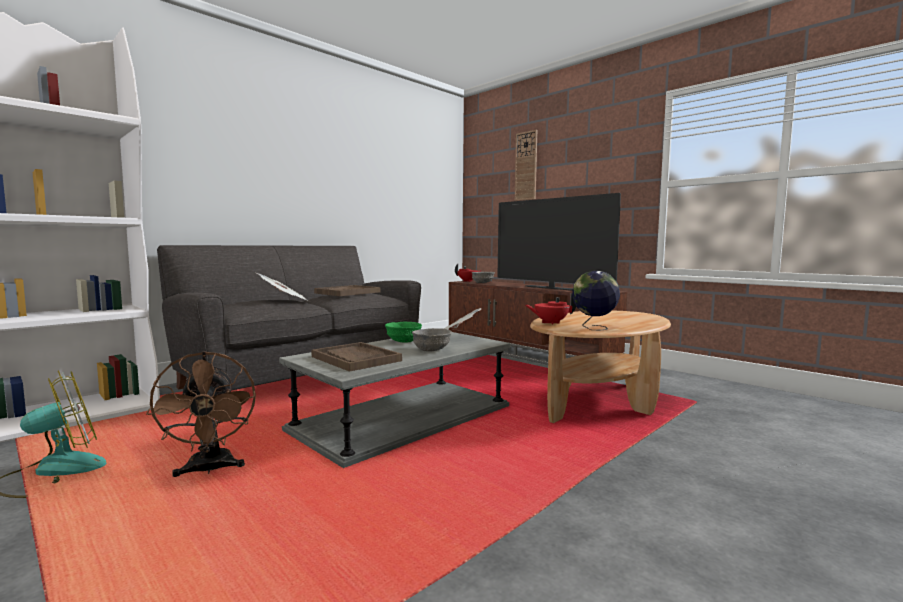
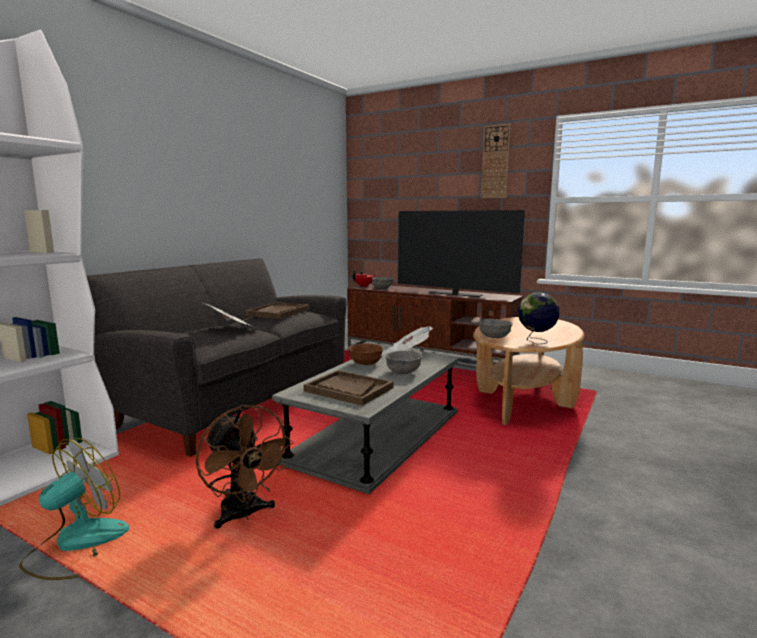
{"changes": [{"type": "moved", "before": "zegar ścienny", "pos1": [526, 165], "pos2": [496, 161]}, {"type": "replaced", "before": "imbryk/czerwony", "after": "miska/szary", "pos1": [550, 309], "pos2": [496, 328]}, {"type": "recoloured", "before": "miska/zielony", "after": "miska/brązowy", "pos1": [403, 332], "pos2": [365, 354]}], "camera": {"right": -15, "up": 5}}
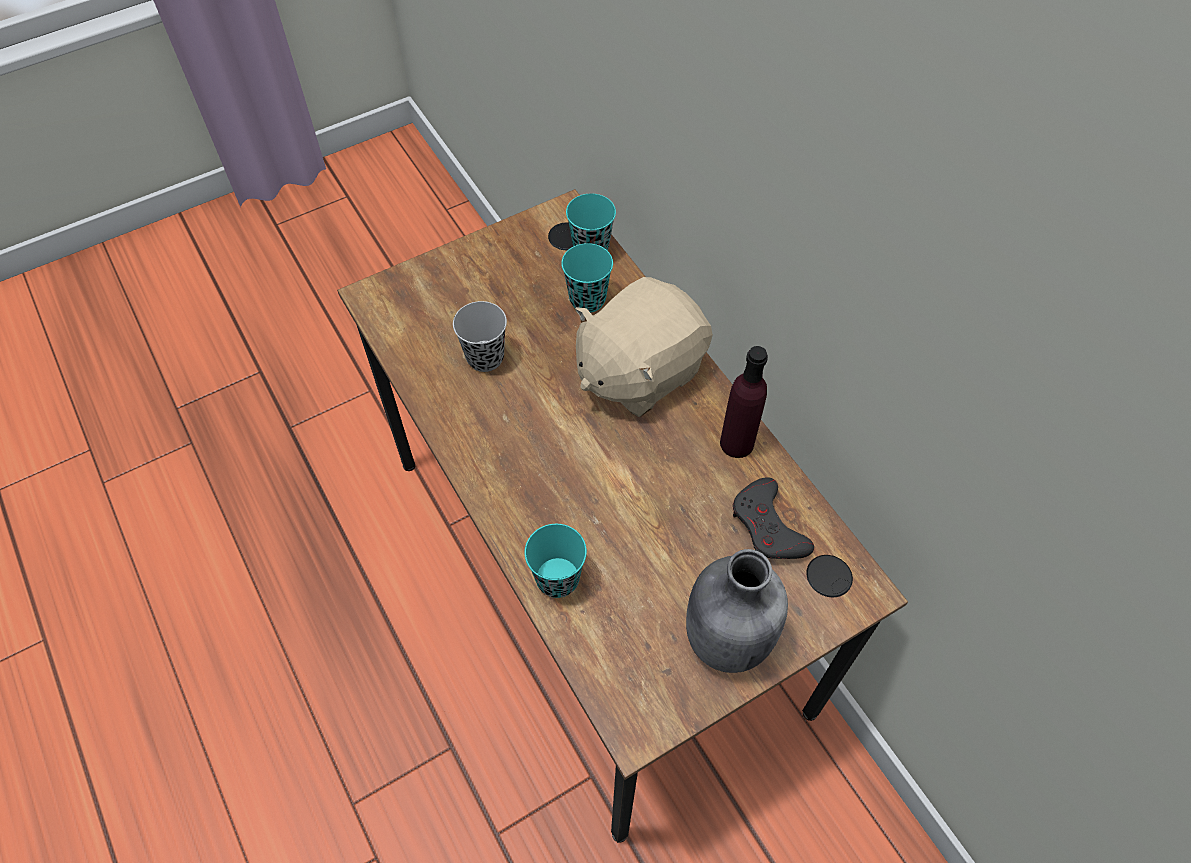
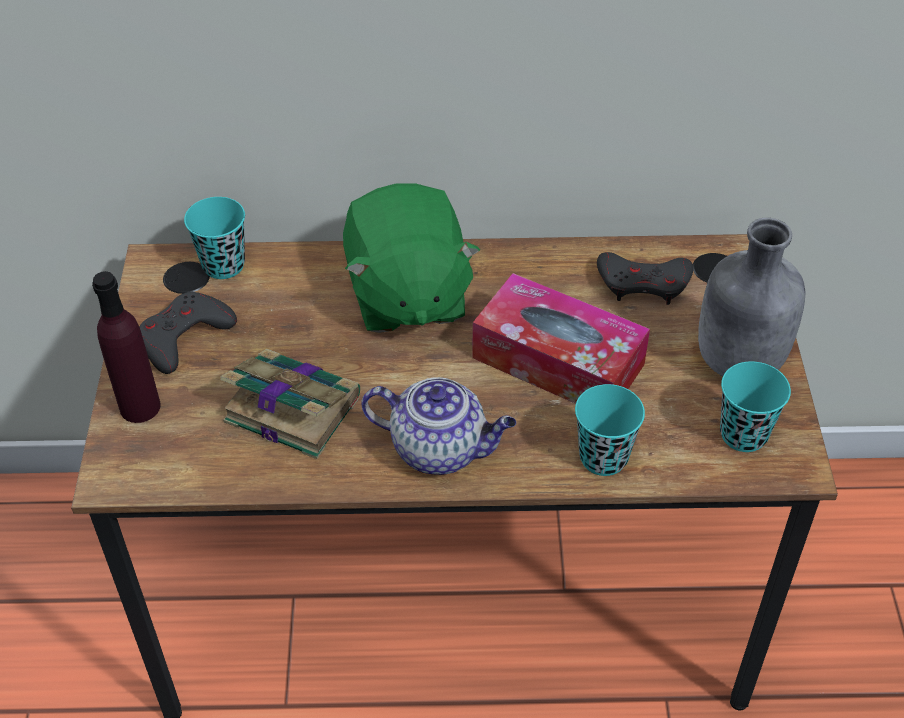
{"changes": [{"type": "added", "after": "pad do gier/szary", "pos2": [188, 333]}, {"type": "added", "after": "imbryk", "pos2": [439, 426]}, {"type": "added", "after": "pudełko chusteczek", "pos2": [561, 338]}, {"type": "moved", "before": "filiżanka/turkusowy", "pos1": [587, 278], "pos2": [755, 406]}, {"type": "moved", "before": "butelka/fioletowy", "pos1": [744, 402], "pos2": [126, 347]}, {"type": "replaced", "before": "filiżanka/czarny", "after": "książka", "pos1": [480, 336], "pos2": [290, 404]}, {"type": "recoloured", "before": "pluszak/beżowy", "after": "pluszak/zielony", "pos1": [644, 347], "pos2": [411, 258]}], "camera": {"right": -60, "up": -10}}
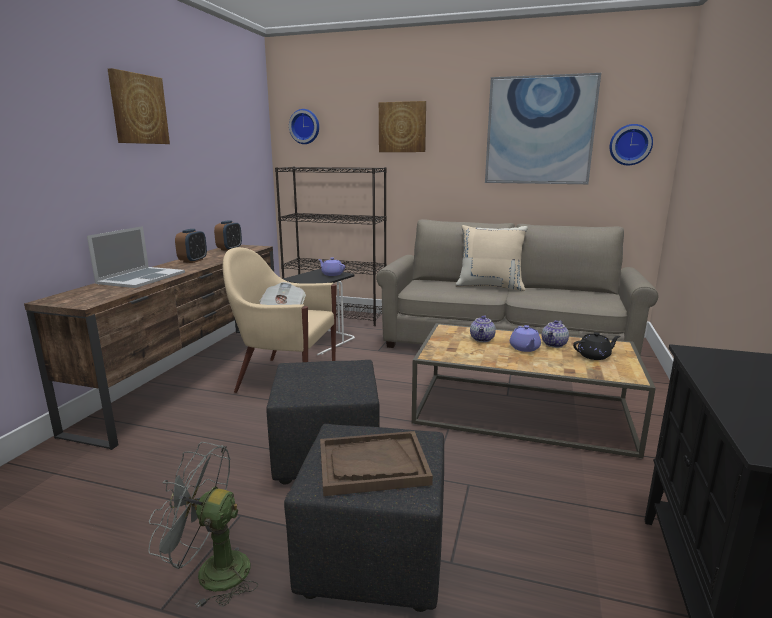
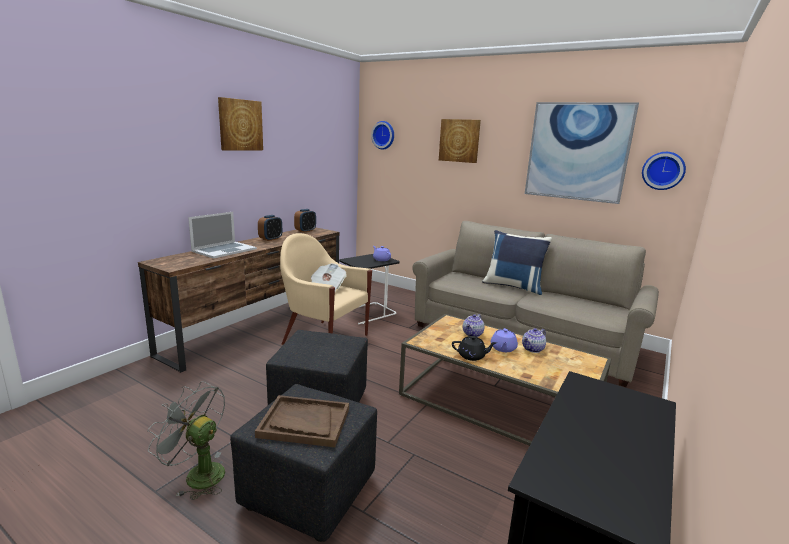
{"changes": [{"type": "removed", "before": "regał/czarny", "pos1": [331, 246]}, {"type": "moved", "before": "imbryk/czarny", "pos1": [596, 346], "pos2": [474, 348]}, {"type": "recoloured", "before": "poduszka/beżowy", "after": "poduszka/niebieski", "pos1": [491, 258], "pos2": [517, 262]}], "camera": {"right": 15, "up": 0}}
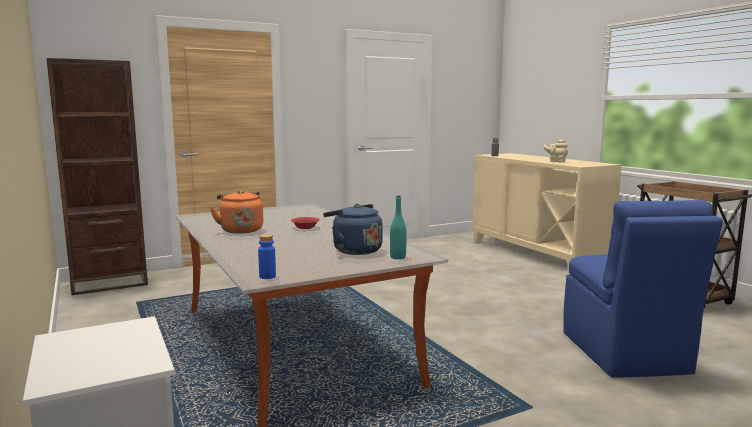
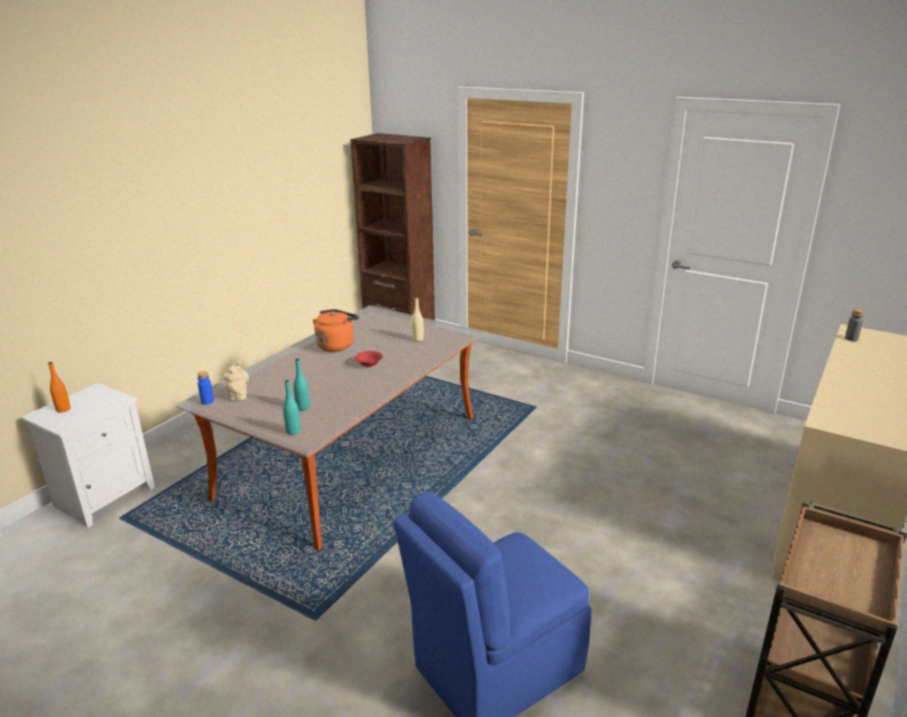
{"changes": [{"type": "added", "after": "butelka/pomarańczowy", "pos2": [59, 387]}, {"type": "added", "after": "butelka/beżowy", "pos2": [418, 319]}, {"type": "moved", "before": "imbryk/beżowy", "pos1": [556, 151], "pos2": [236, 381]}, {"type": "replaced", "before": "czajnik/niebieski", "after": "butelka/turkusowy", "pos1": [353, 229], "pos2": [301, 385]}], "camera": {"right": 60, "up": 15}}
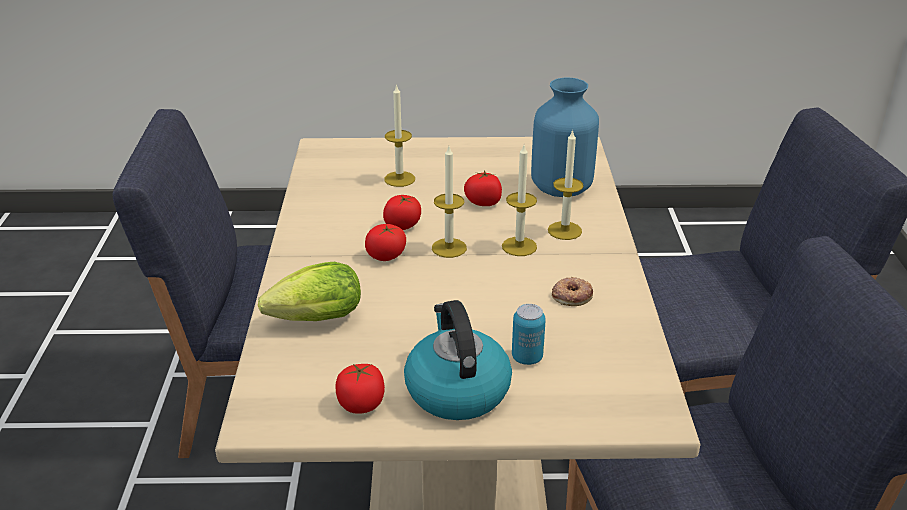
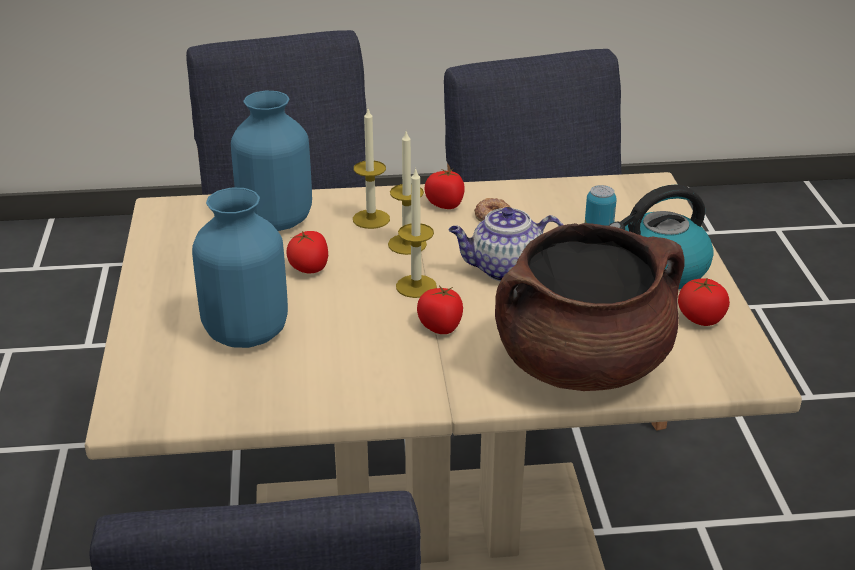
{"changes": [{"type": "added", "after": "imbryk", "pos2": [506, 244]}, {"type": "moved", "before": "pomidor", "pos1": [402, 212], "pos2": [445, 189]}, {"type": "replaced", "before": "sałata", "after": "garnek/brązowy", "pos1": [309, 291], "pos2": [590, 307]}, {"type": "replaced", "before": "świeca", "after": "wazon/niebieski", "pos1": [399, 135], "pos2": [240, 268]}], "camera": {"right": -95, "up": 0}}
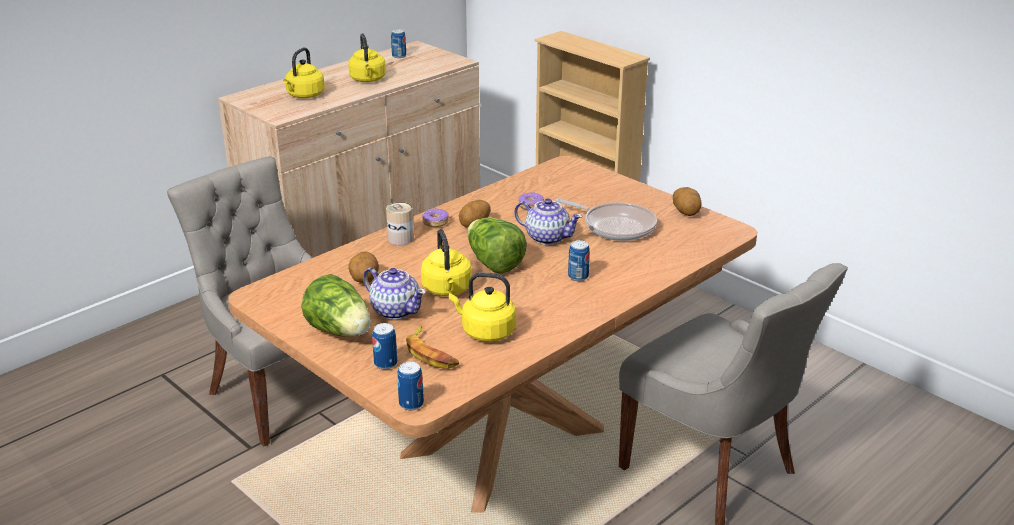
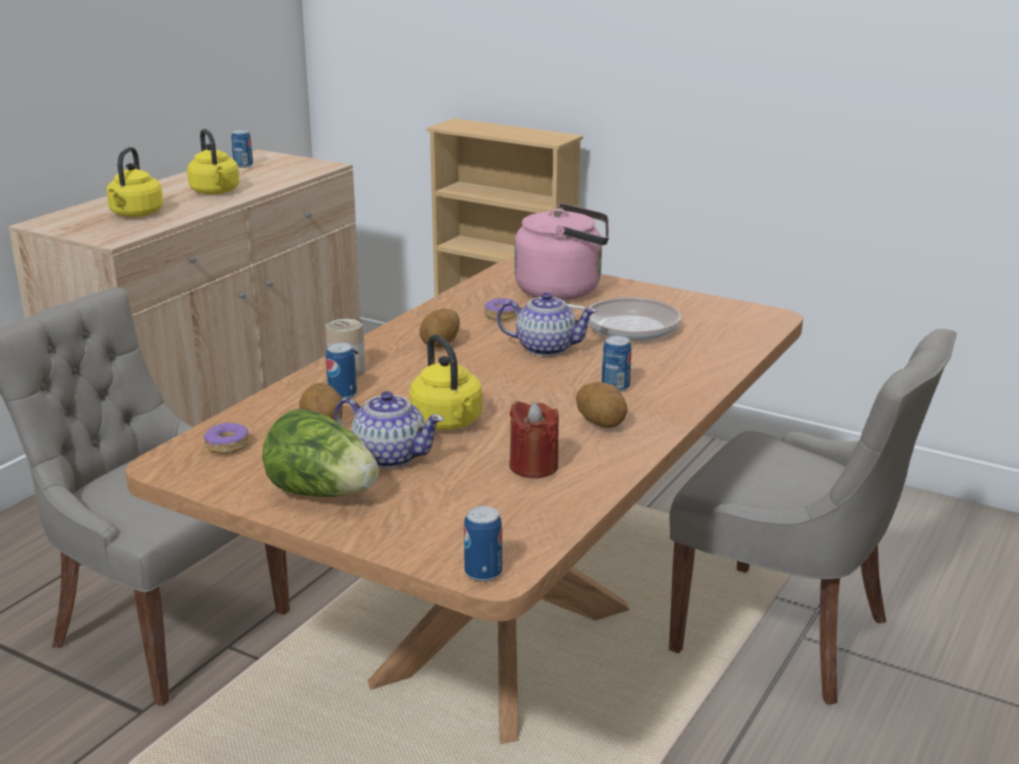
{"changes": [{"type": "removed", "before": "banan", "pos1": [432, 347]}, {"type": "removed", "before": "sałata", "pos1": [497, 245]}, {"type": "added", "after": "czajnik/różowy", "pos2": [561, 251]}, {"type": "moved", "before": "puszka", "pos1": [384, 346], "pos2": [341, 371]}, {"type": "moved", "before": "donut", "pos1": [435, 217], "pos2": [226, 438]}, {"type": "moved", "before": "ziemniak", "pos1": [687, 201], "pos2": [601, 405]}, {"type": "replaced", "before": "czajnik/żółty", "after": "świeca/czerwony", "pos1": [482, 307], "pos2": [534, 439]}], "camera": {"right": -15, "up": -5}}
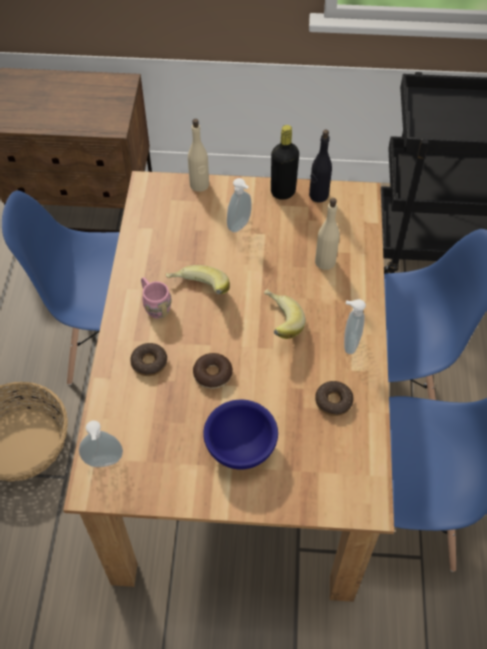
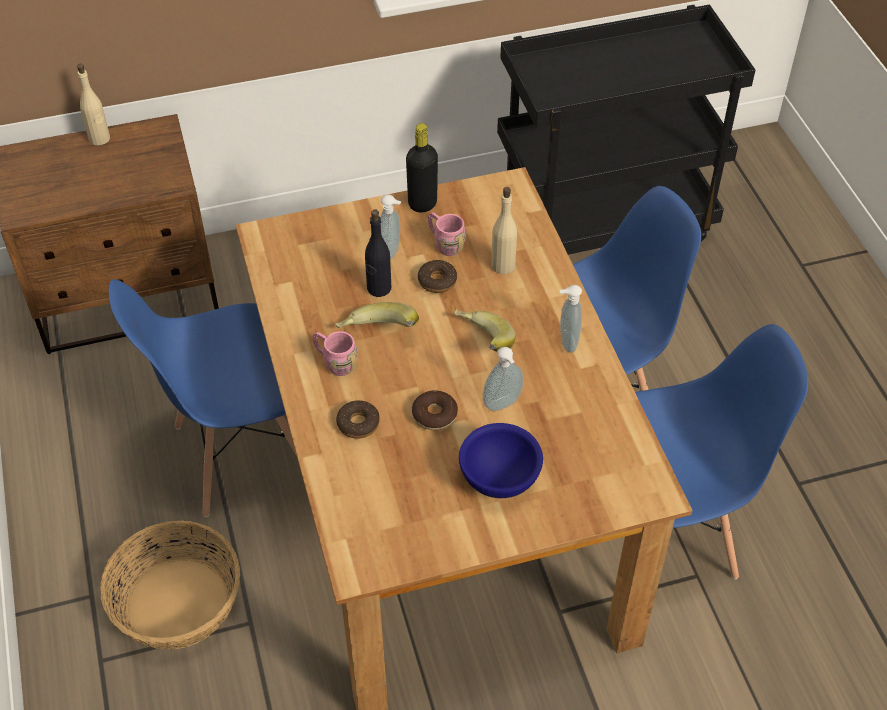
{"changes": [{"type": "added", "after": "kubek/różowy", "pos2": [447, 234]}, {"type": "moved", "before": "dozownik mydła", "pos1": [101, 443], "pos2": [503, 379]}, {"type": "moved", "before": "butelka/beżowy", "pos1": [198, 155], "pos2": [93, 104]}, {"type": "moved", "before": "butelka/czarny", "pos1": [320, 165], "pos2": [378, 253]}, {"type": "moved", "before": "donut", "pos1": [334, 398], "pos2": [437, 276]}], "camera": {"right": -20, "up": -5}}
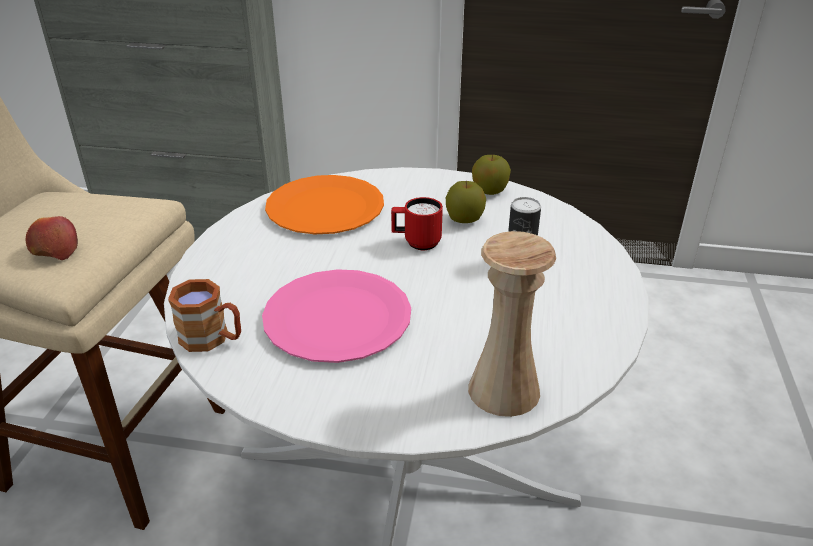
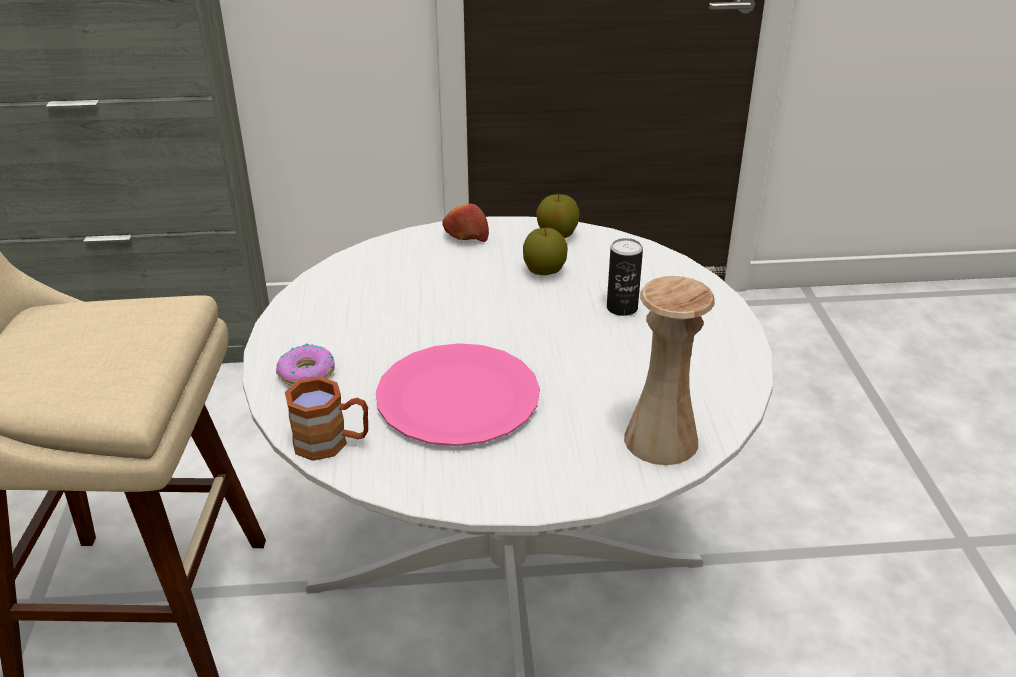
{"changes": [{"type": "removed", "before": "talerz/pomarańczowy", "pos1": [324, 204]}, {"type": "removed", "before": "kubek/czerwony", "pos1": [417, 223]}, {"type": "added", "after": "donut", "pos2": [305, 364]}, {"type": "moved", "before": "jabłko", "pos1": [52, 238], "pos2": [465, 223]}], "camera": {"right": -15, "up": 0}}
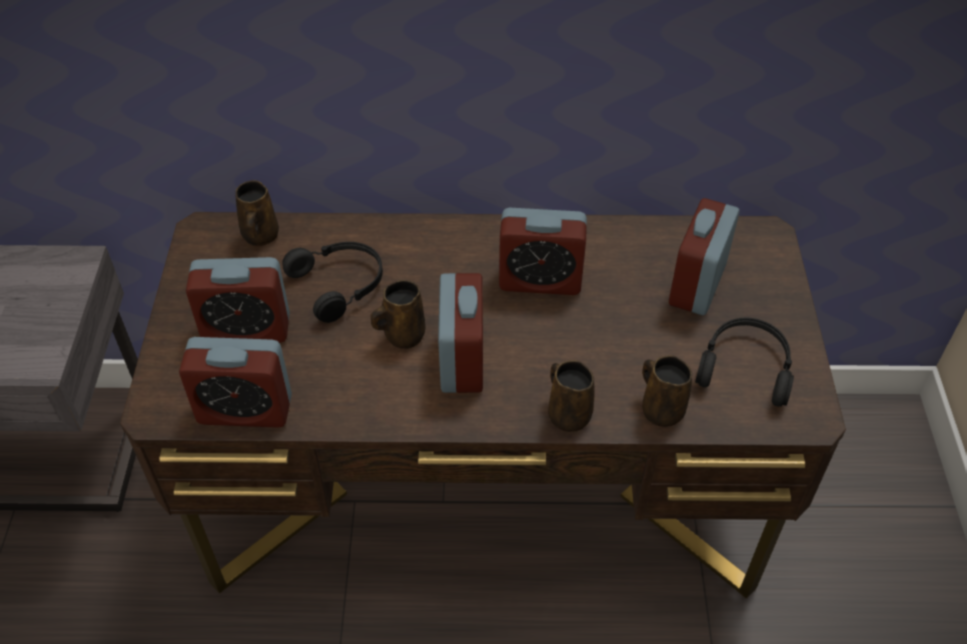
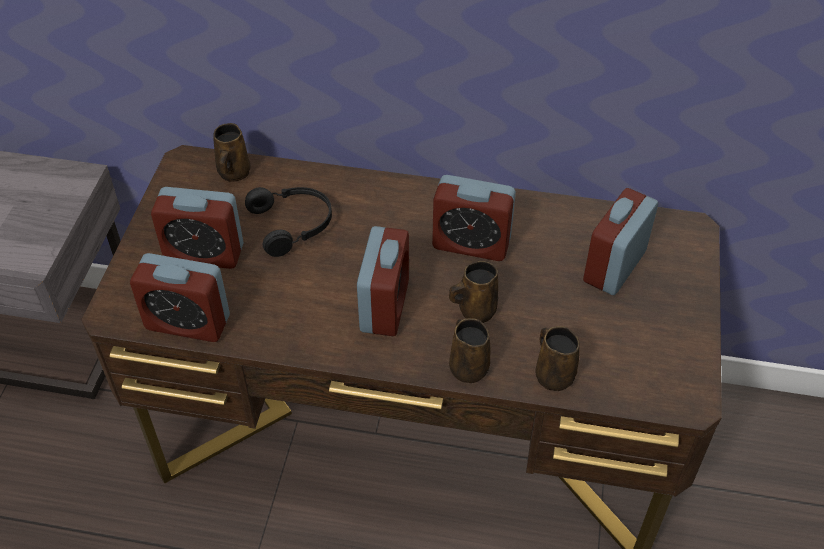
{"changes": [{"type": "removed", "before": "słuchawki/czarny", "pos1": [744, 362]}, {"type": "moved", "before": "kubek/brązowy", "pos1": [398, 314], "pos2": [473, 292]}], "camera": {"right": 10, "up": 0}}
